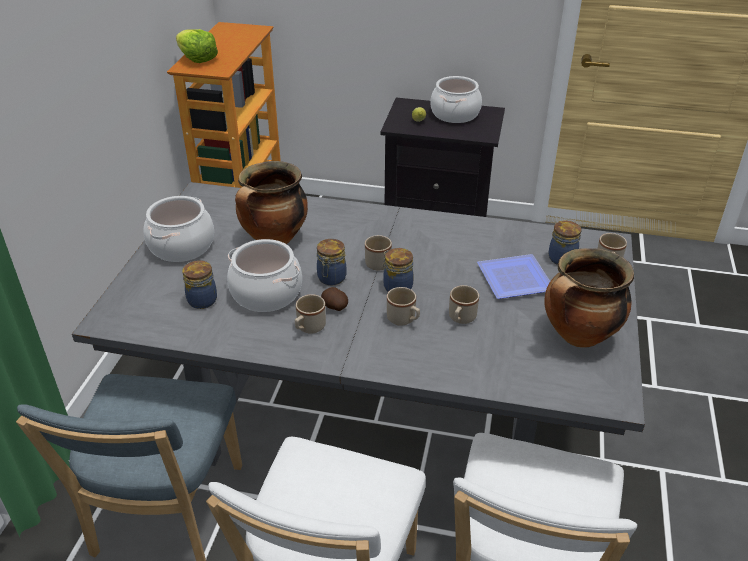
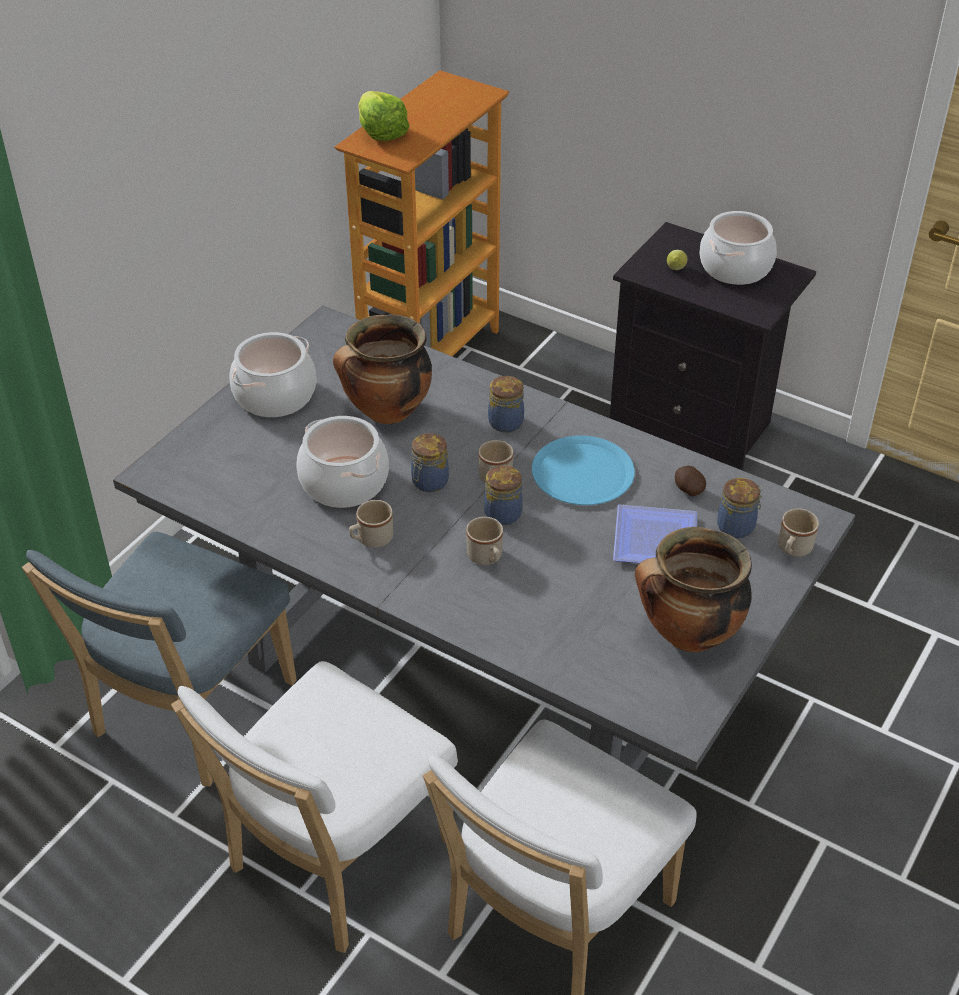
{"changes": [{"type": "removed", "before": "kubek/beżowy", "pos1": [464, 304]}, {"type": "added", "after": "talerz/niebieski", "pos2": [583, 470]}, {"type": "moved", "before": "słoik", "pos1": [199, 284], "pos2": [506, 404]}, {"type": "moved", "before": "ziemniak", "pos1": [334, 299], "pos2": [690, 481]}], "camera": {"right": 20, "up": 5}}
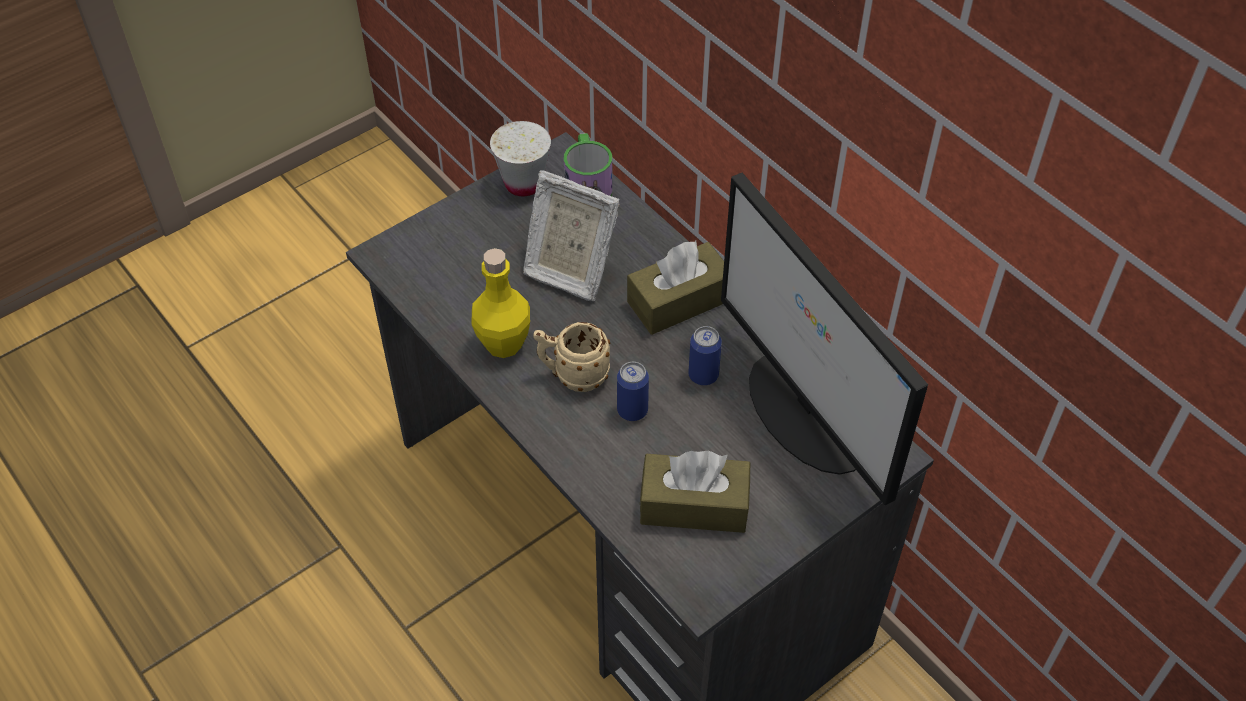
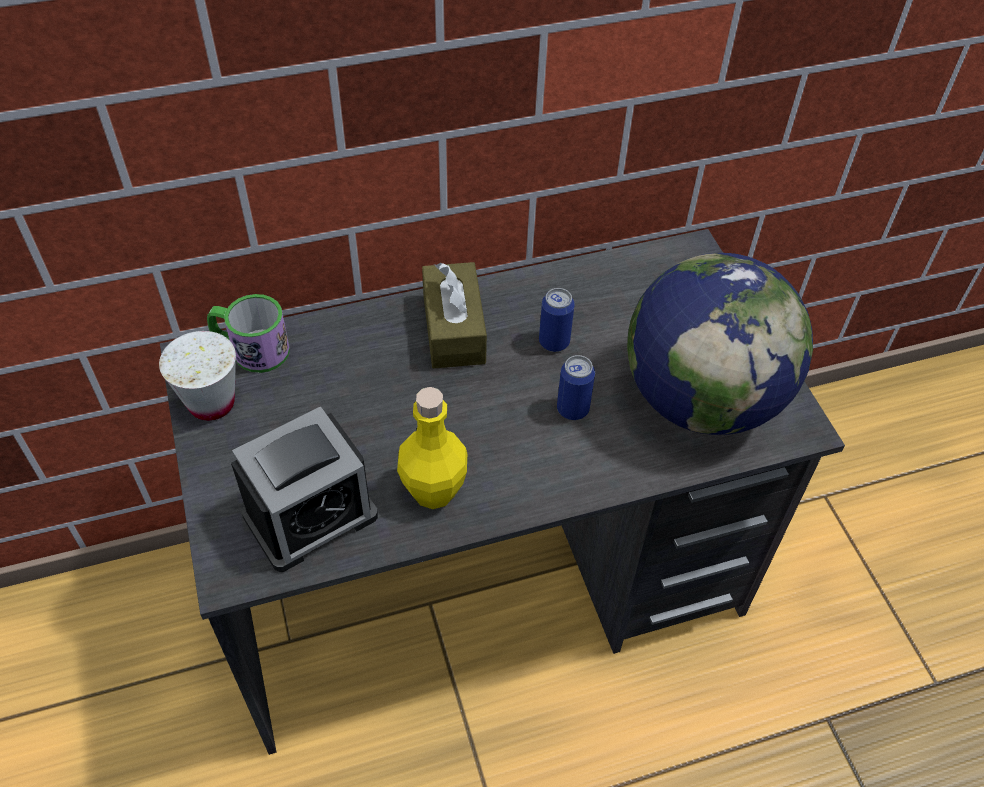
{"changes": [{"type": "removed", "before": "ramka na zdjęcie", "pos1": [571, 235]}, {"type": "removed", "before": "kubek/beżowy", "pos1": [571, 357]}, {"type": "removed", "before": "monitor", "pos1": [824, 339]}, {"type": "added", "after": "budzik", "pos2": [304, 489]}, {"type": "replaced", "before": "pudełko chusteczek/brązowy", "after": "globus", "pos1": [694, 492], "pos2": [720, 344]}], "camera": {"right": -70, "up": 0}}
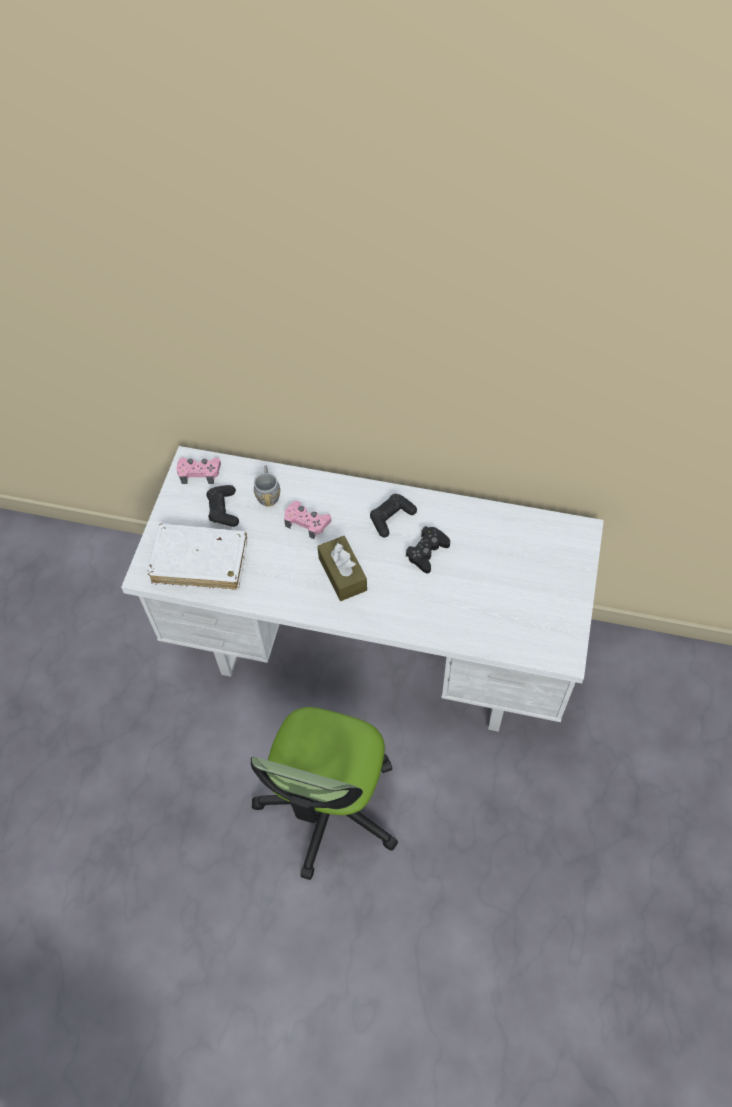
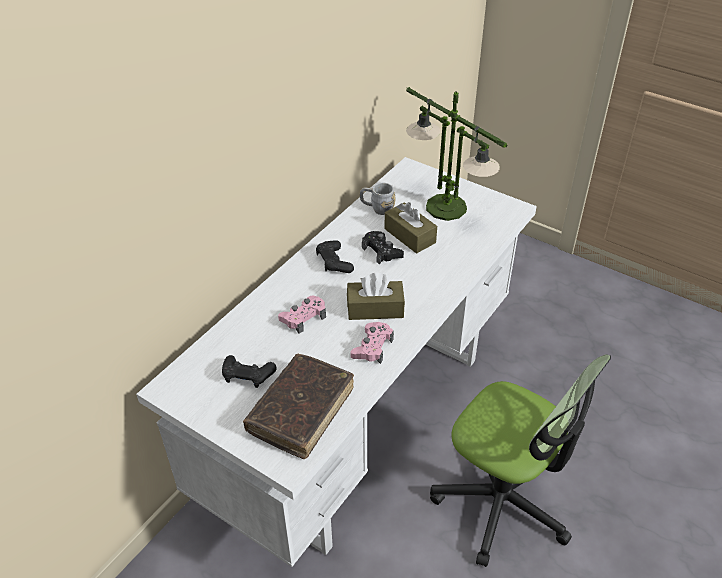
{"changes": [{"type": "added", "after": "pudełko chusteczek/brązowy", "pos2": [410, 228]}, {"type": "added", "after": "lampa stołowa", "pos2": [456, 154]}, {"type": "moved", "before": "pad do gier/różowy", "pos1": [198, 471], "pos2": [372, 343]}, {"type": "moved", "before": "kubek/szary", "pos1": [267, 486], "pos2": [378, 199]}, {"type": "recoloured", "before": "książka/biały", "after": "książka/brązowy", "pos1": [197, 557], "pos2": [298, 406]}], "camera": {"right": -70, "up": -15}}
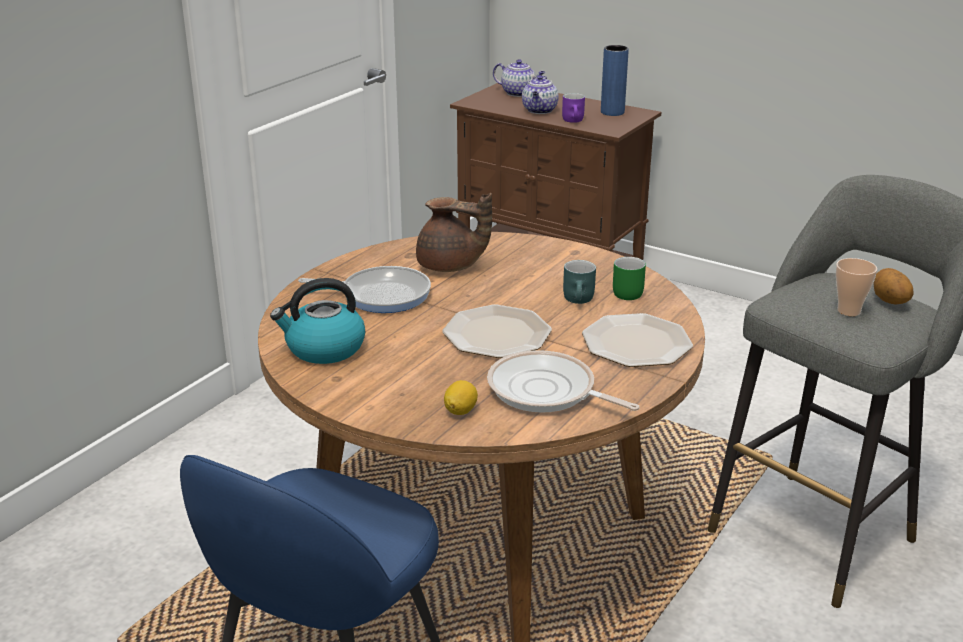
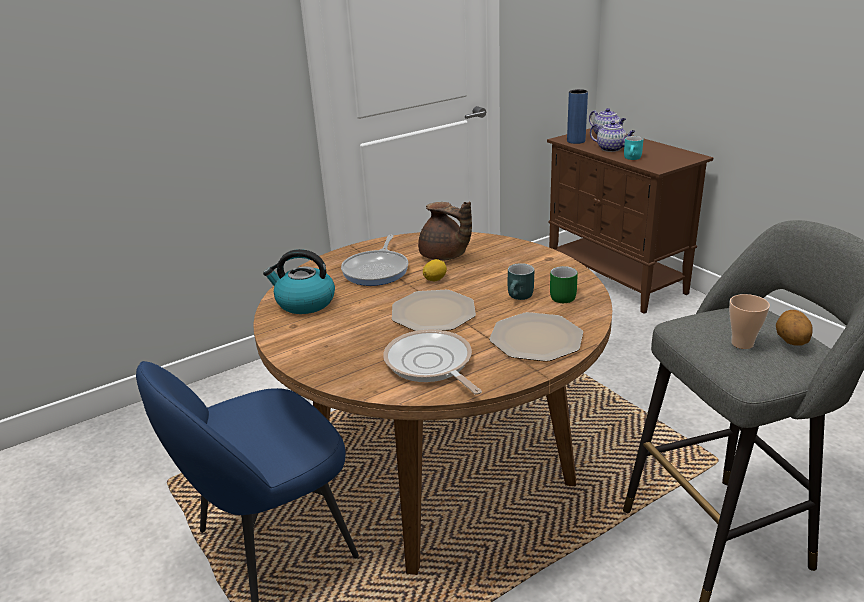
{"changes": [{"type": "moved", "before": "cytryna", "pos1": [461, 397], "pos2": [435, 270]}, {"type": "moved", "before": "wazon/niebieski", "pos1": [615, 80], "pos2": [577, 116]}, {"type": "recoloured", "before": "kubek/fioletowy", "after": "kubek/turkusowy", "pos1": [573, 108], "pos2": [633, 148]}, {"type": "turned", "before": "patelnia", "pos1": [364, 289], "pos2": [374, 260], "turn": 75}, {"type": "turned", "before": "imbryk", "pos1": [540, 94], "pos2": [613, 136], "turn": -90}], "camera": {"right": 25, "up": 0}}
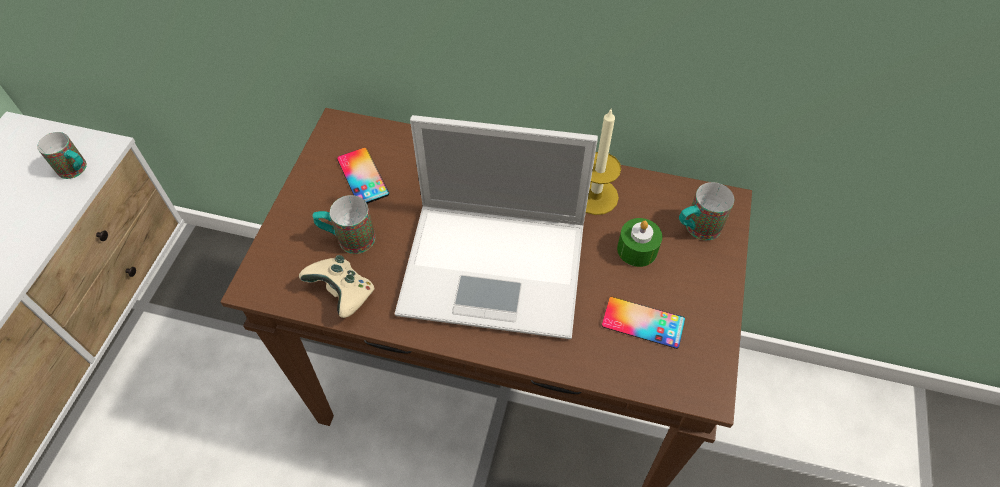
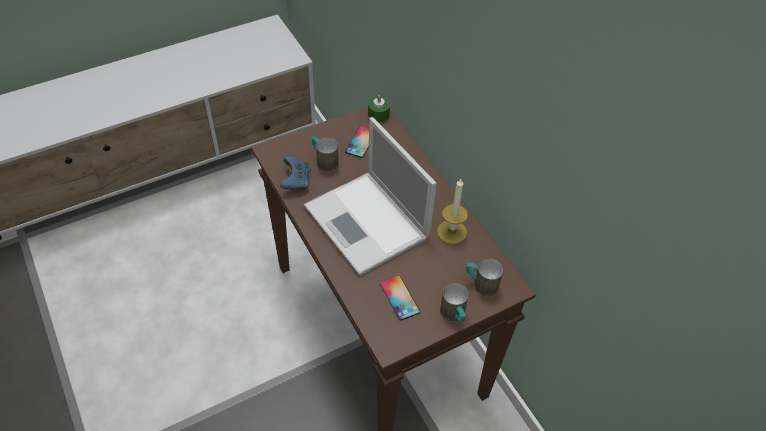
{"changes": [{"type": "moved", "before": "kubek", "pos1": [62, 155], "pos2": [454, 302]}, {"type": "moved", "before": "świeca/zielony", "pos1": [639, 242], "pos2": [379, 109]}, {"type": "recoloured", "before": "pad do gier/beżowy", "after": "pad do gier/niebieski", "pos1": [337, 286], "pos2": [295, 173]}], "camera": {"right": 45, "up": -5}}
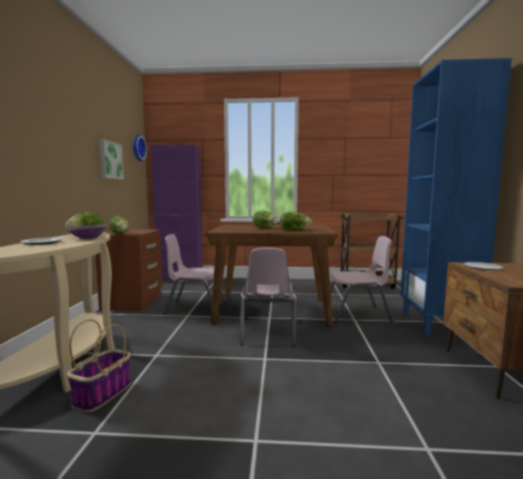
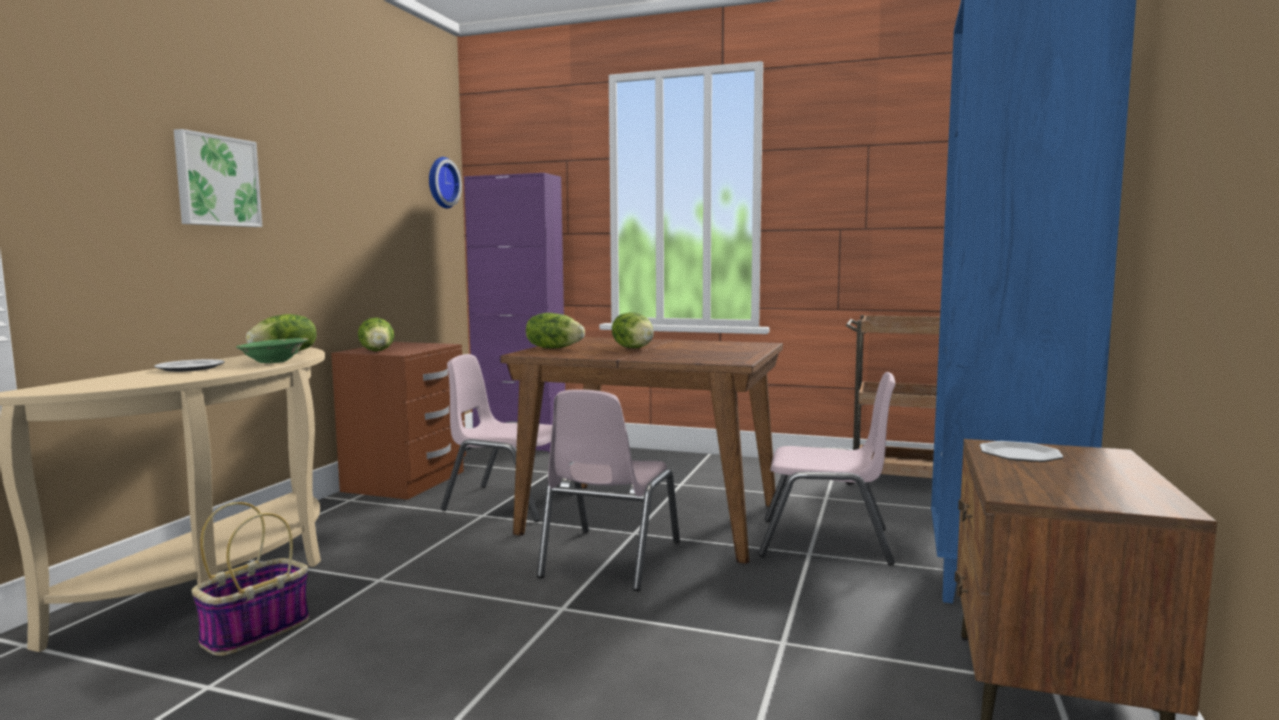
{"changes": [{"type": "moved", "before": "obraz", "pos1": [111, 159], "pos2": [218, 178]}, {"type": "moved", "before": "sałata", "pos1": [296, 221], "pos2": [555, 330]}, {"type": "recoloured", "before": "miska/fioletowy", "after": "miska/zielony", "pos1": [88, 232], "pos2": [272, 350]}], "camera": {"right": 15, "up": 0}}
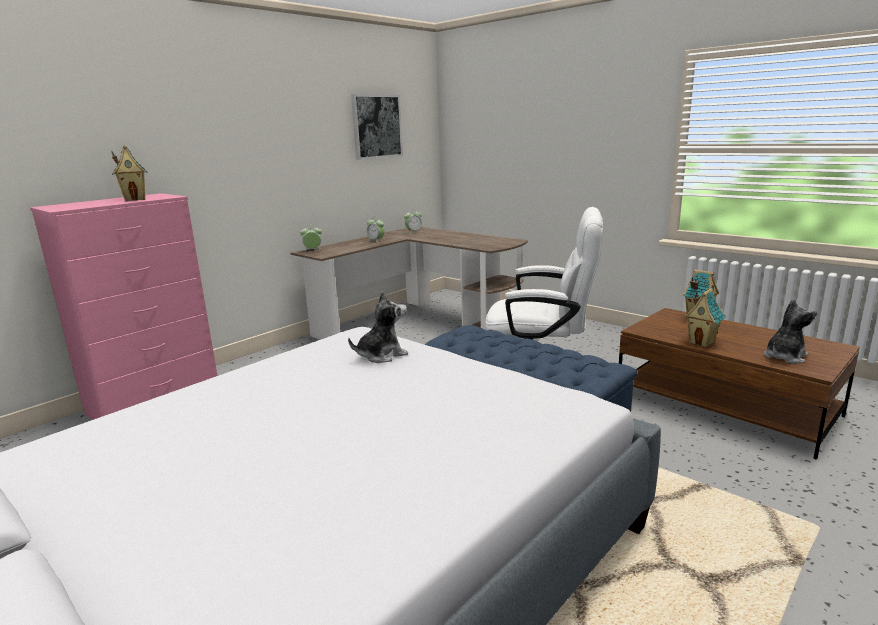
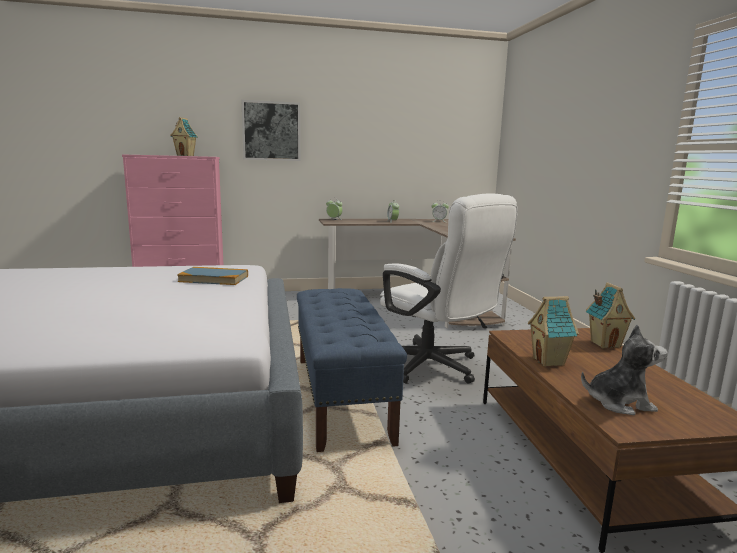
{"changes": [{"type": "moved", "before": "obraz", "pos1": [377, 127], "pos2": [271, 130]}, {"type": "replaced", "before": "pluszak", "after": "książka", "pos1": [378, 327], "pos2": [212, 276]}], "camera": {"right": 35, "up": -5}}
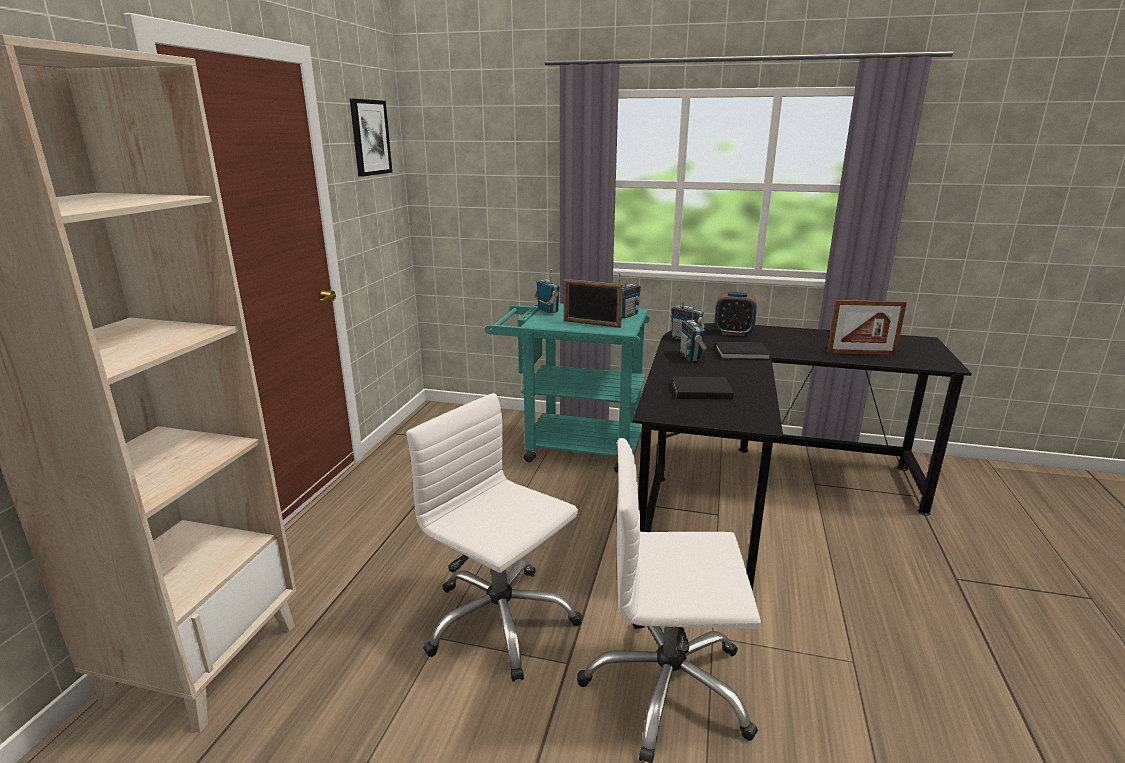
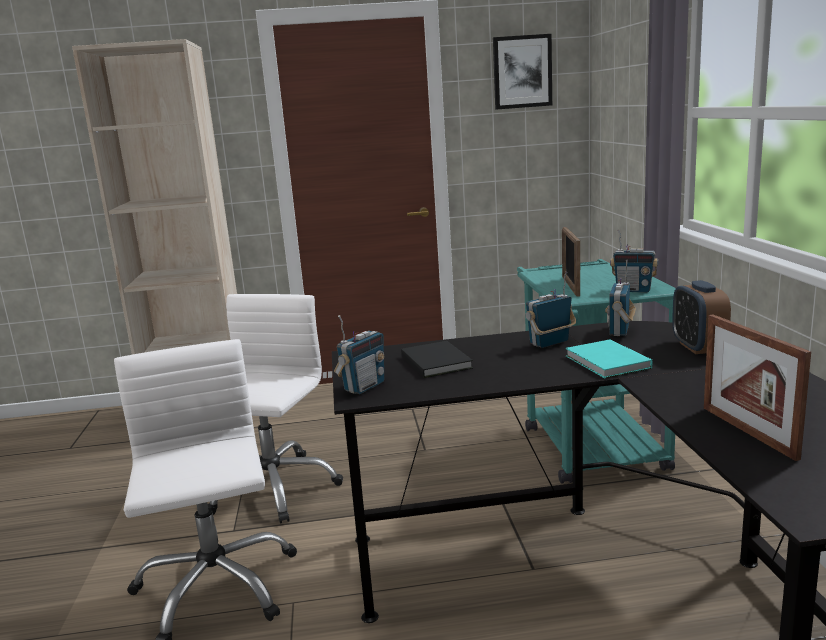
{"changes": [{"type": "moved", "before": "radio", "pos1": [546, 291], "pos2": [359, 354]}, {"type": "recoloured", "before": "książka/czarny", "after": "książka/turkusowy", "pos1": [743, 351], "pos2": [609, 359]}], "camera": {"right": 70, "up": -5}}
